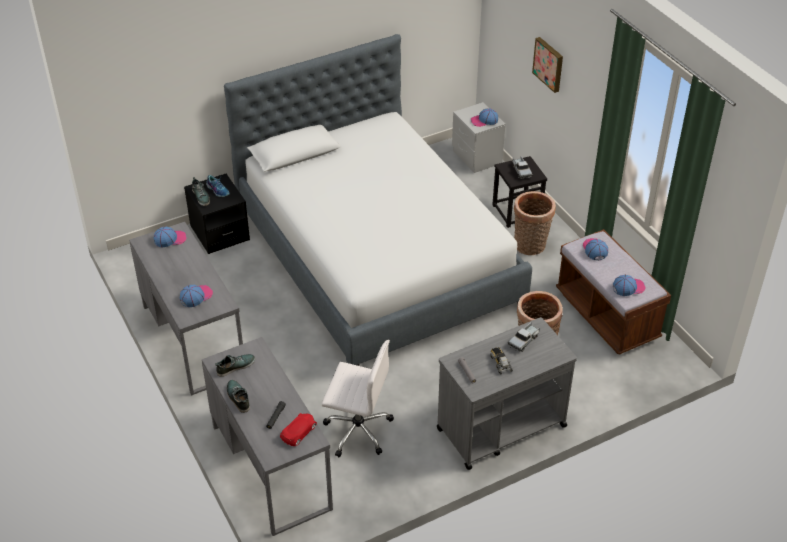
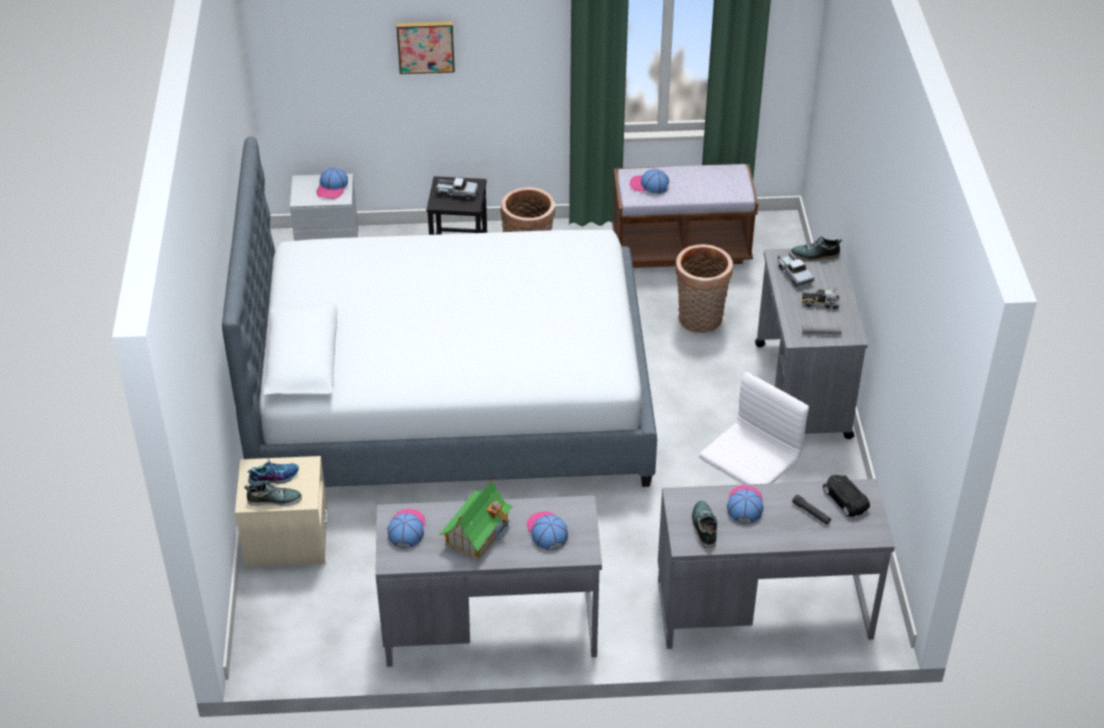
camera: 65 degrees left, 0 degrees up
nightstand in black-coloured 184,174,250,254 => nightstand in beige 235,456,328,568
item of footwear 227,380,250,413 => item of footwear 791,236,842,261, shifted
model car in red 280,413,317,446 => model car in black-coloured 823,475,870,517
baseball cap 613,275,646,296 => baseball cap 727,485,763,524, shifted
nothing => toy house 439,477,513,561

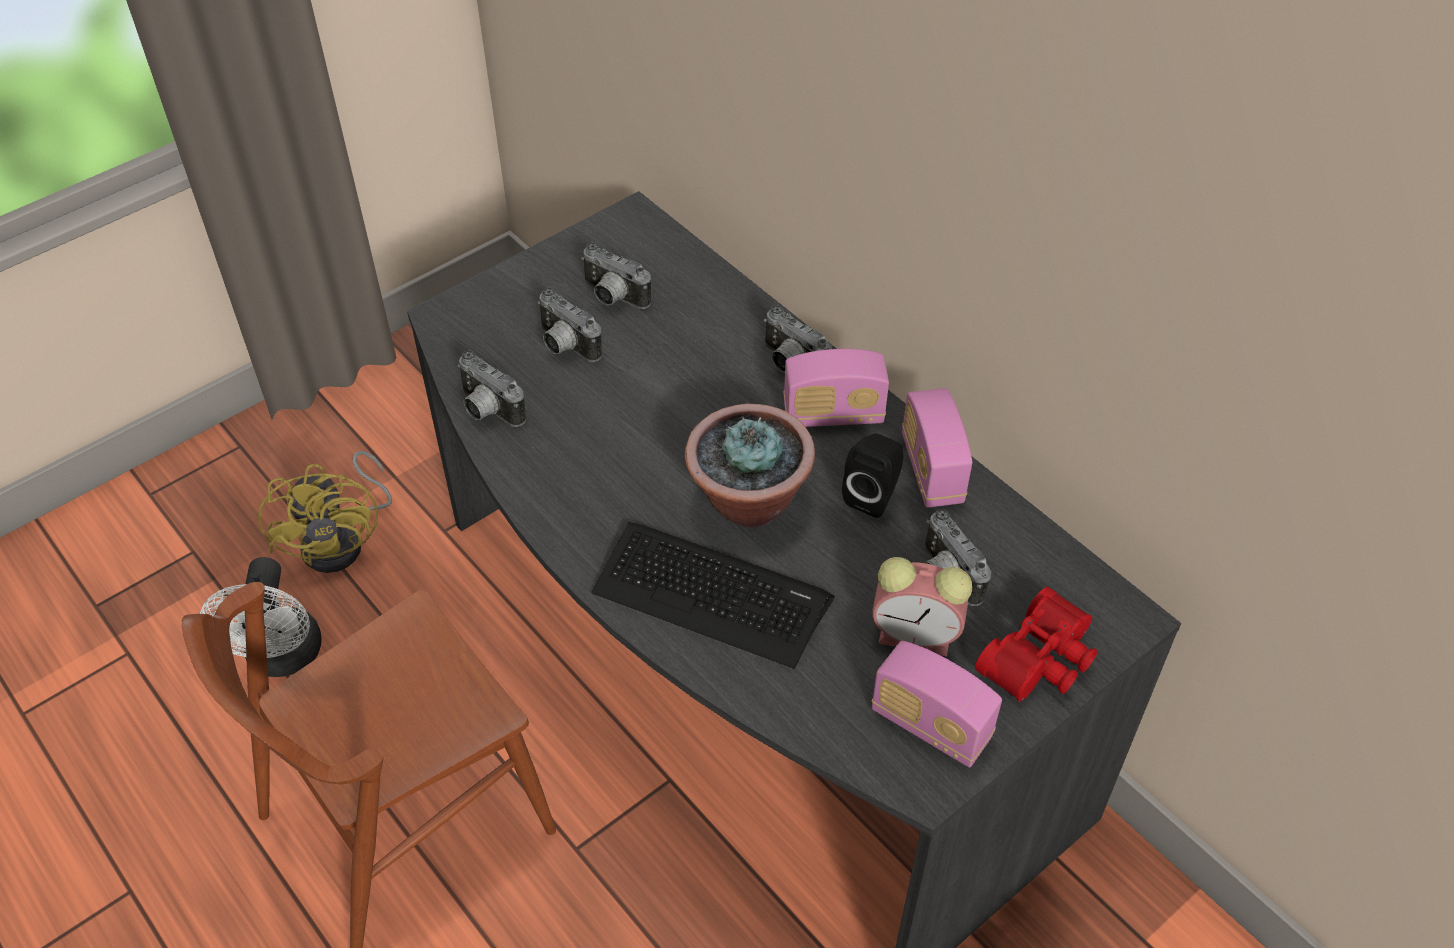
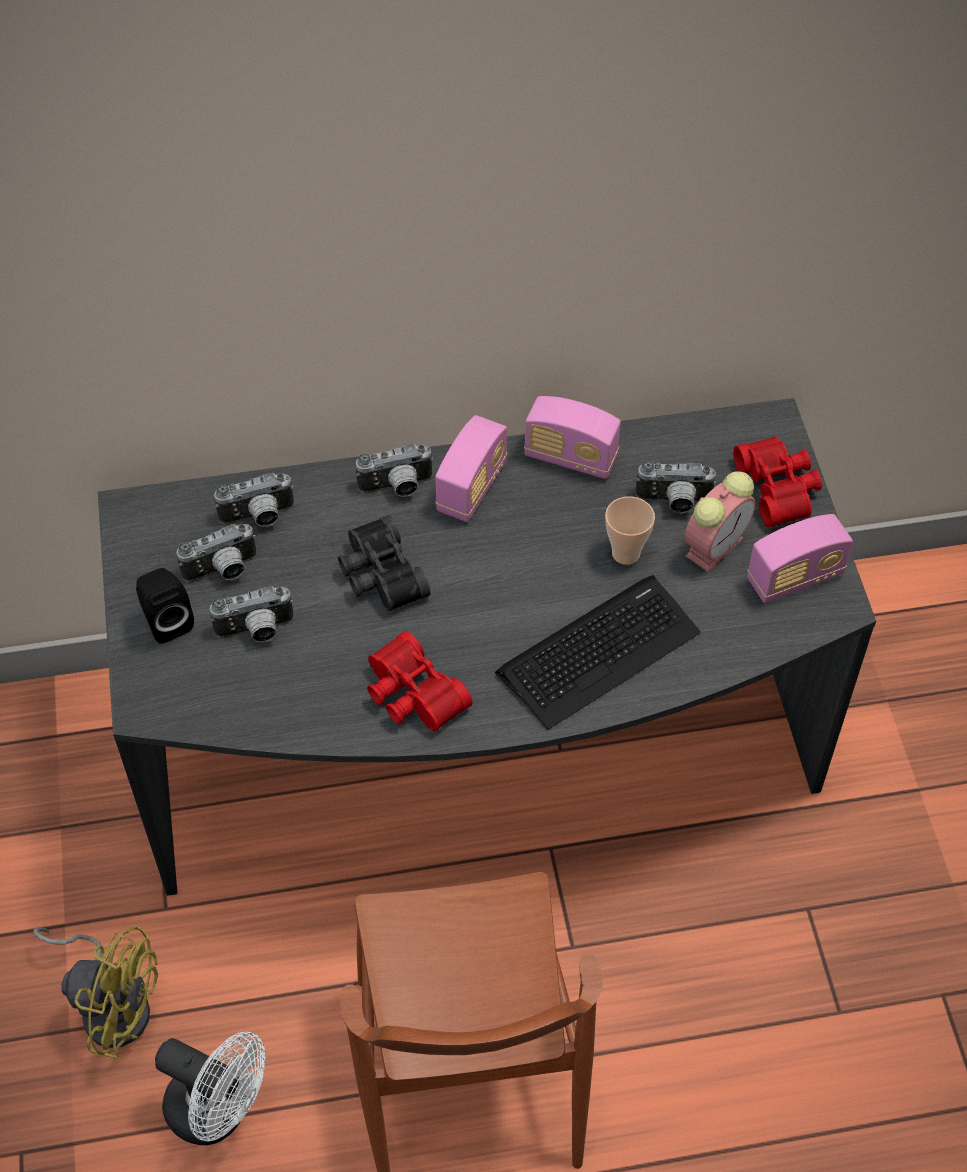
camera: 60 degrees left, 5 degrees up
still camera 457,350,526,427 => still camera 214,472,294,527, shifted
potted plant 685,404,815,527 => nothing
speaker in black-coloured 842,434,903,518 => speaker in black-coloured 136,568,194,644, shifted
nothing => binoculars in black-coloured 338,515,431,612
nothing => binoculars in red 367,631,473,732
nothing => small cup 605,496,655,565

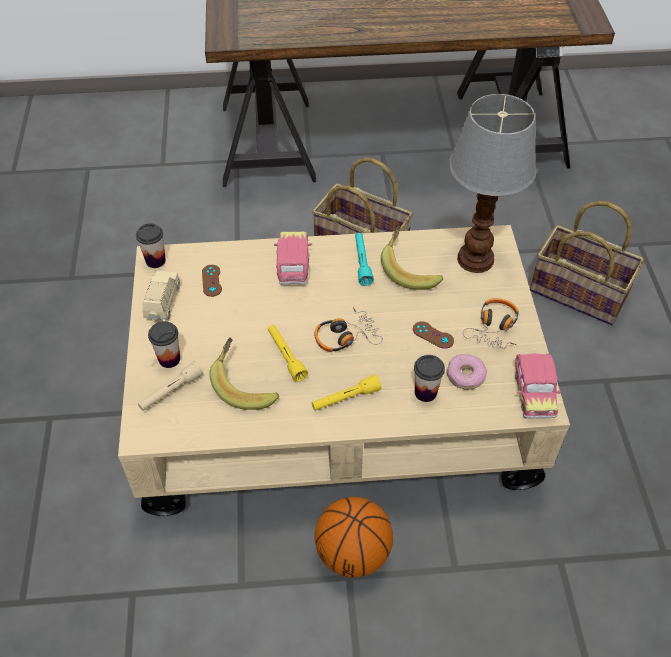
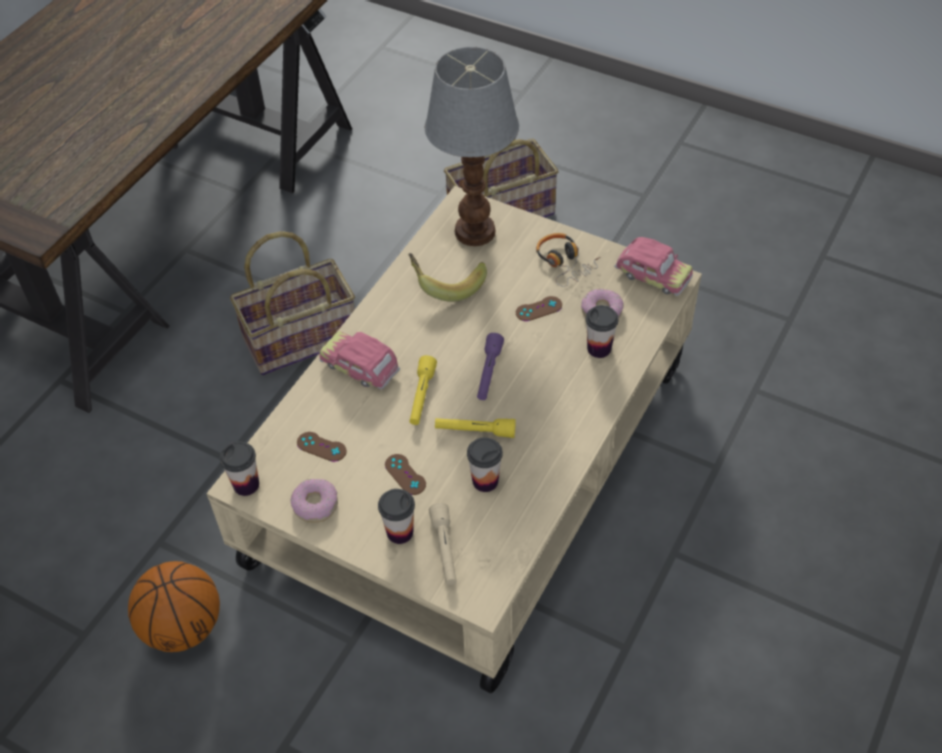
camera: 55 degrees left, 0 degrees up
model car in beige 142,271,180,320 => doughnut 291,479,338,523
banana fruit 209,337,279,410 => small cup 467,437,503,492
hand torch in yellow-coloured 312,374,381,411 => hand torch in yellow-coloured 409,355,437,425, shifted
headphones 314,307,383,352 => hand torch in purplish 477,333,504,400
ball for basketball 315,497,393,578 => ball for basketball 128,561,220,652, shifted
hand torch in turquoise-coloured 355,233,374,286 => nothing
nothing => gamepad in brown-coloured 385,454,426,495

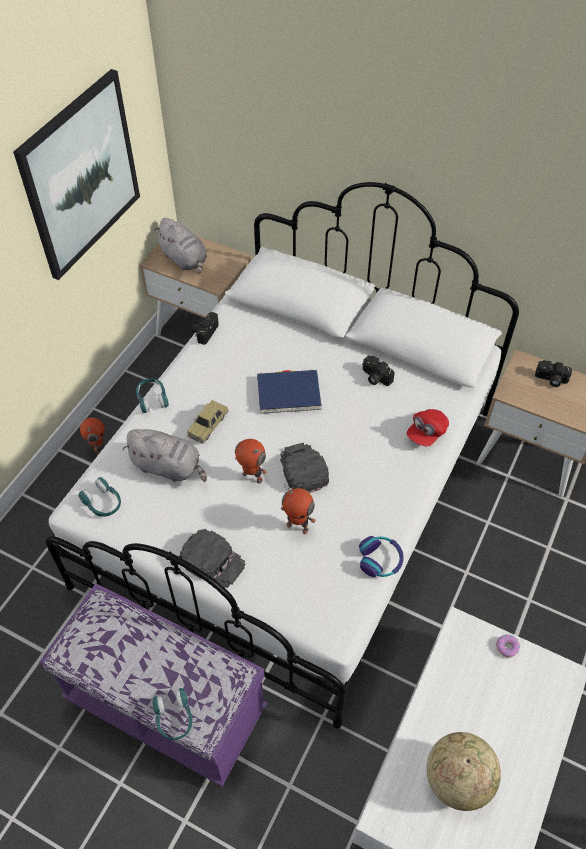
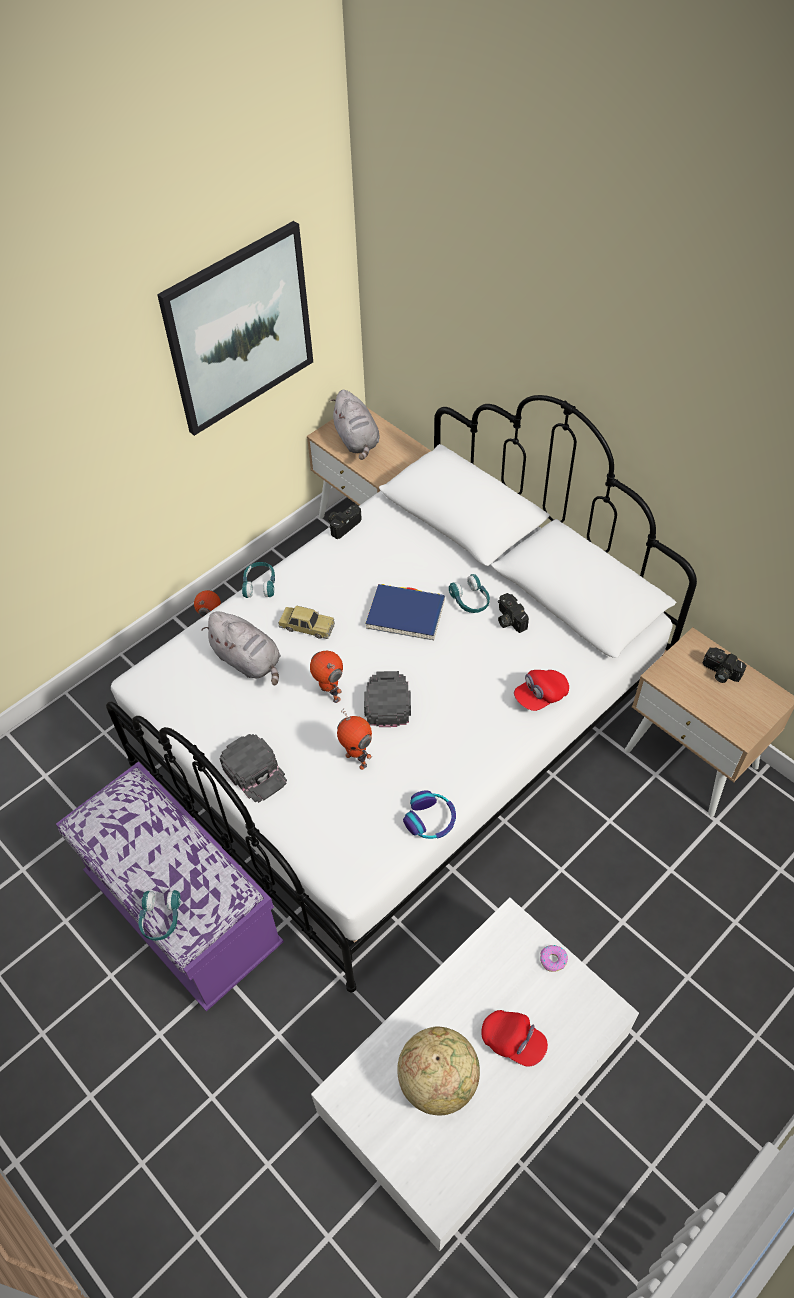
camera: 20 degrees right, 0 degrees up
headphones in turquoise-coloured 78,477,121,517 => headphones in turquoise-coloured 449,574,490,613, shifted
model car 187,400,228,444 => model car 278,605,335,639, 120 degrees counterclockwise
nothing => baseball cap in red 481,1010,548,1067

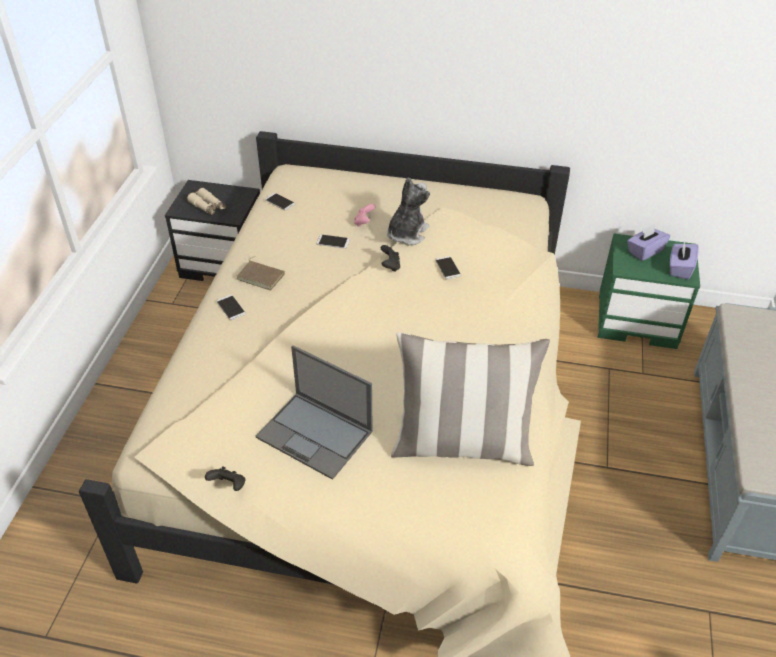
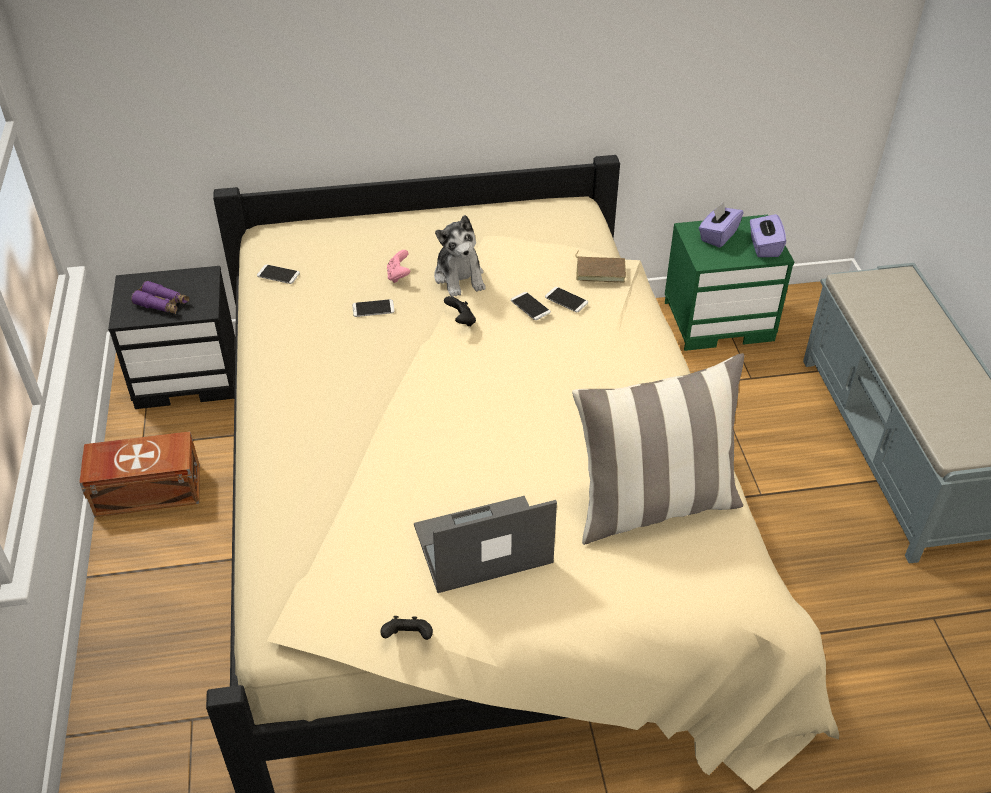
camera: 20 degrees left, 0 degrees up
binoculars in beige 187,188,226,215 => binoculars in purplish 131,281,189,314
phone 217,295,246,320 => phone 545,287,588,312, shifted
book in brown-coloured 237,256,285,291 => book in brown-coloured 576,250,626,283, shifted
laptop 256,345,373,480 => laptop 414,496,557,593, 150 degrees clockwise
soft toy 387,177,430,245 => soft toy 434,215,485,297, 150 degrees clockwise
nothing => storage box in brown-coloured 79,431,200,517

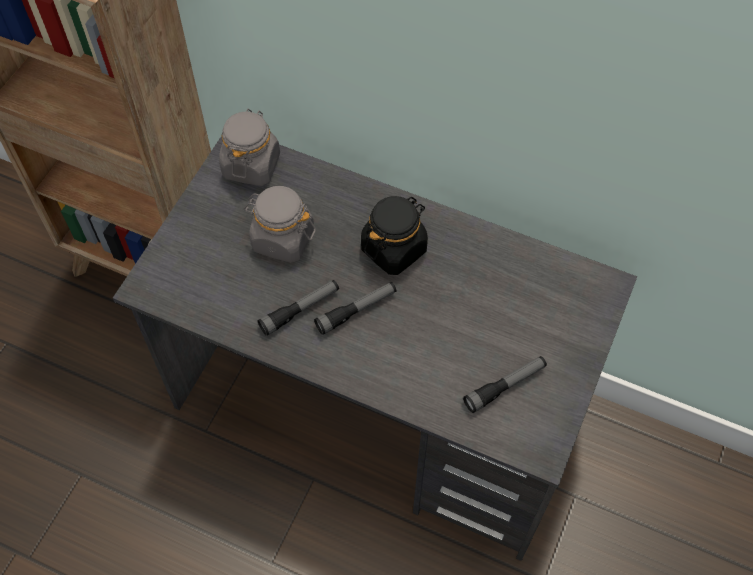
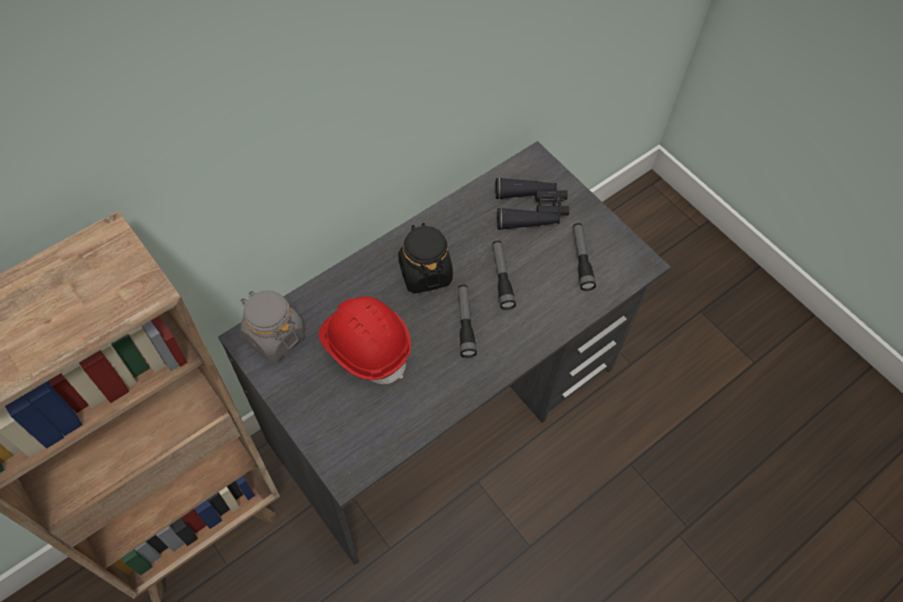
camera: 65 degrees left, 0 degrees up
storage jar in greyish 243,186,316,263 => work helmet in red 319,296,411,384
hand torch 257,280,339,336 => hand torch 492,240,516,310, shifted
nothing => binoculars in black-coloured 495,178,569,230

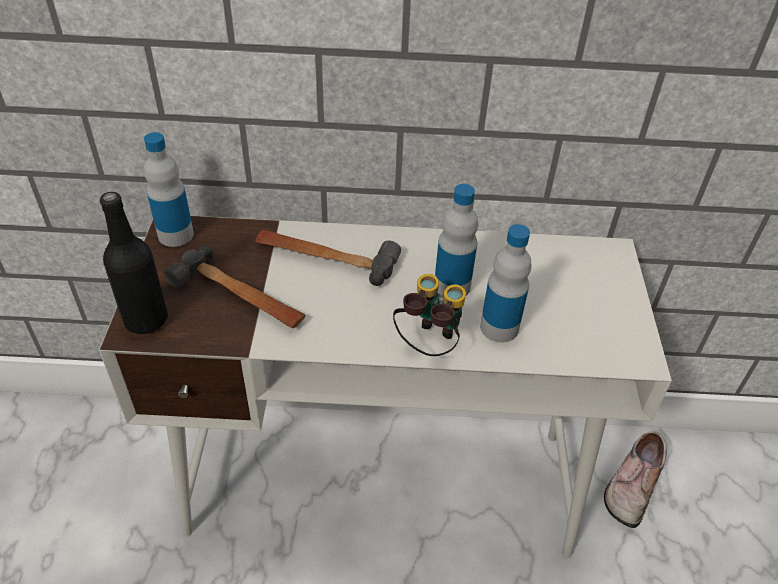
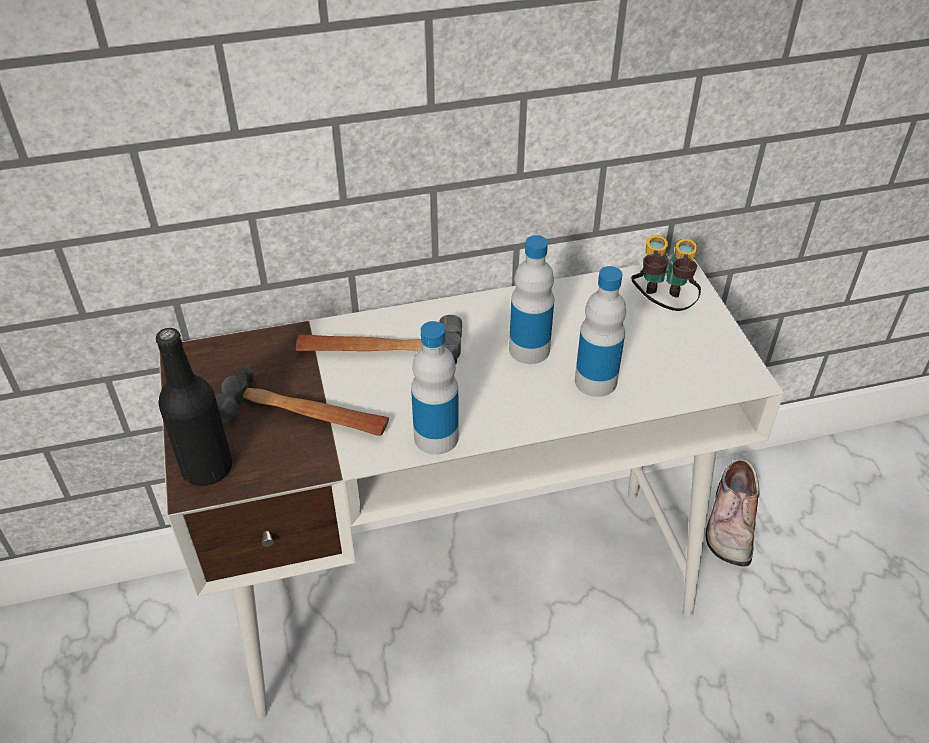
camera: 15 degrees left, 0 degrees up
beverage bottle 144,132,194,247 => beverage bottle 411,321,459,455, shifted
binoculars 393,274,466,356 => binoculars 631,235,701,311, shifted

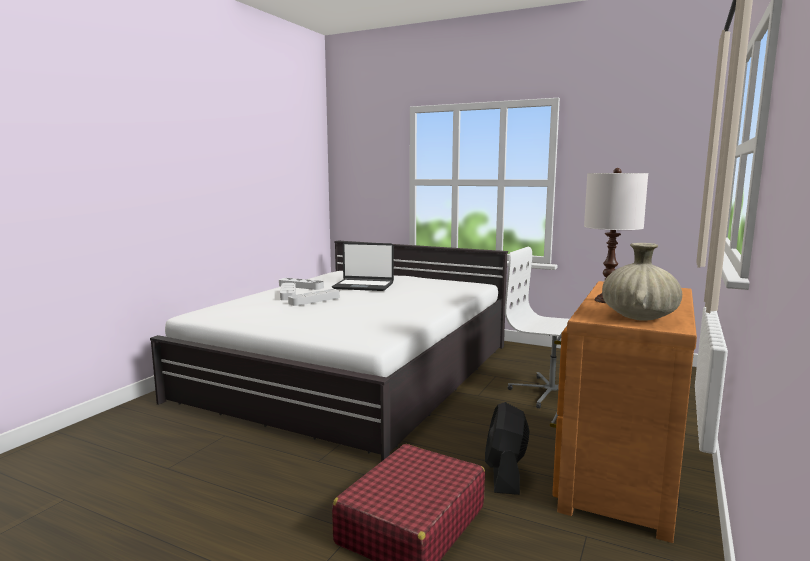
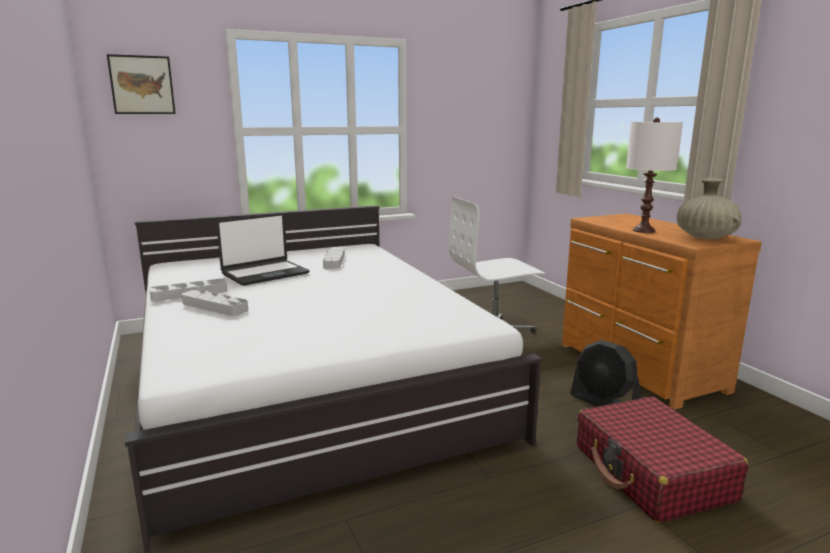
camera: 50 degrees left, 5 degrees up
serving tray in greyish 288,289,340,306 => serving tray in greyish 323,247,345,269, shifted
nothing => picture 107,54,176,114

